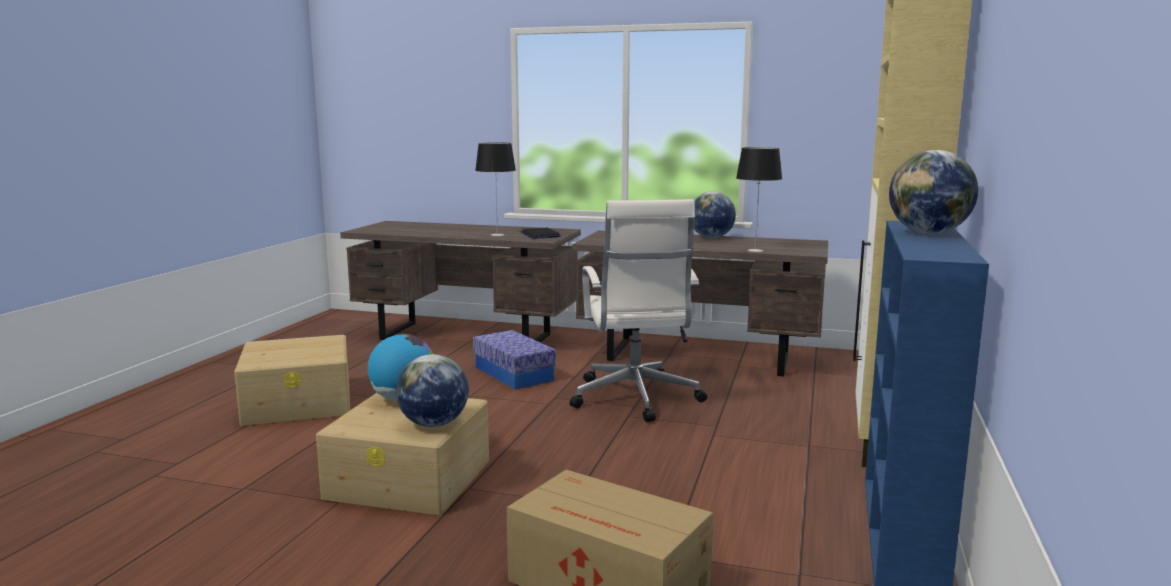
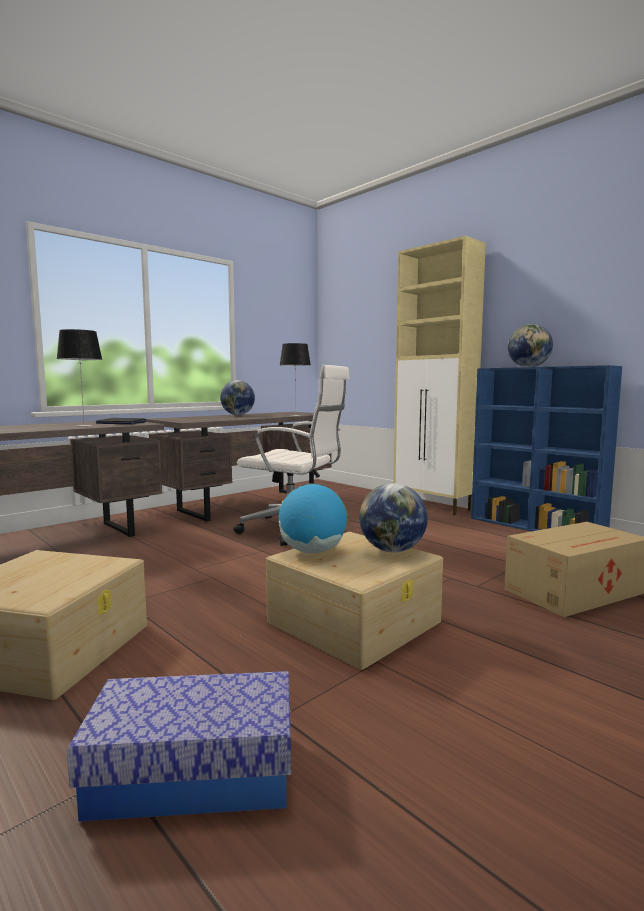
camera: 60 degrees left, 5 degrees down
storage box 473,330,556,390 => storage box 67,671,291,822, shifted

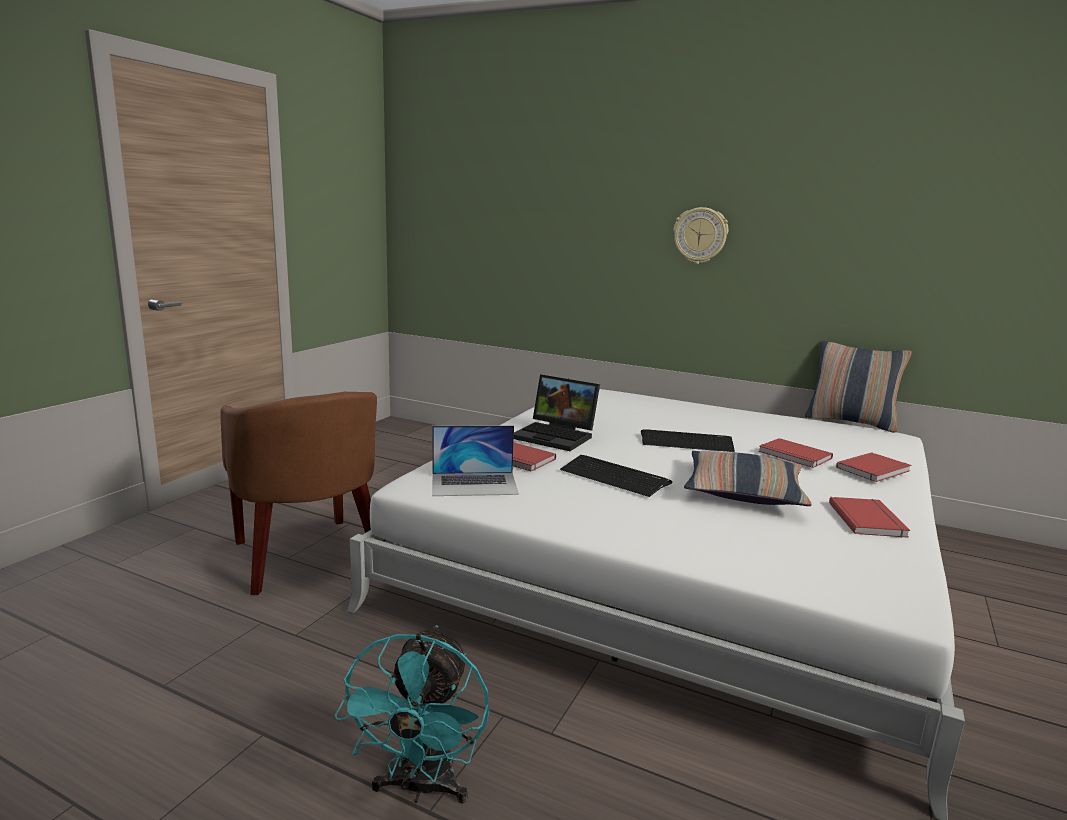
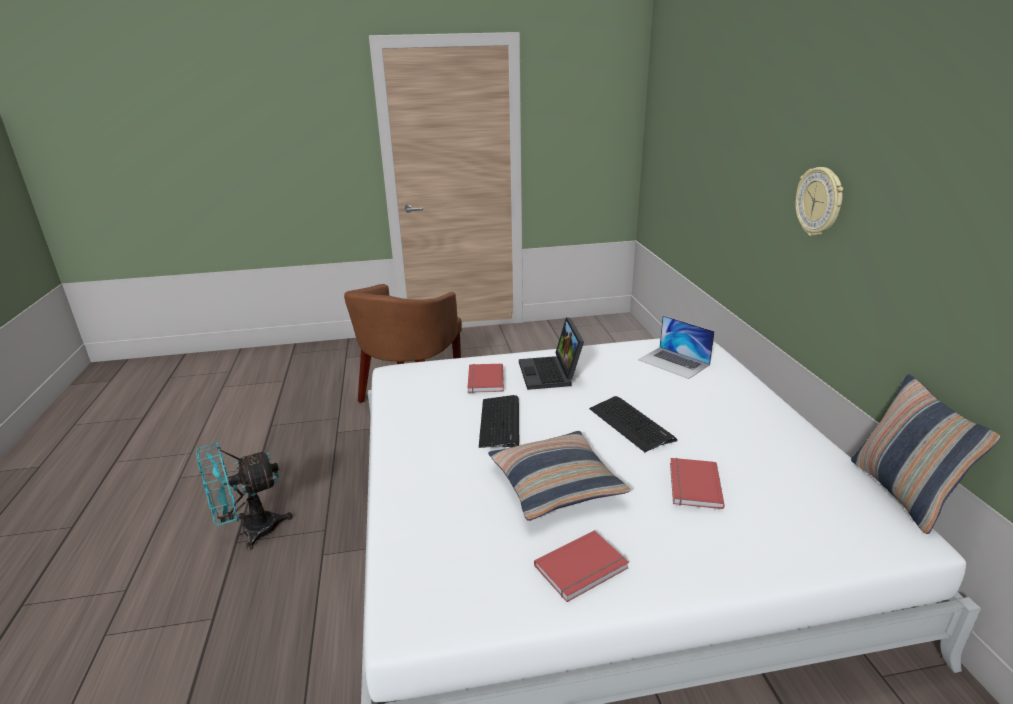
camera: 55 degrees right, 10 degrees up
laptop 432,425,519,496 => laptop 638,315,715,379, shifted
book in red 836,452,911,482 => nothing

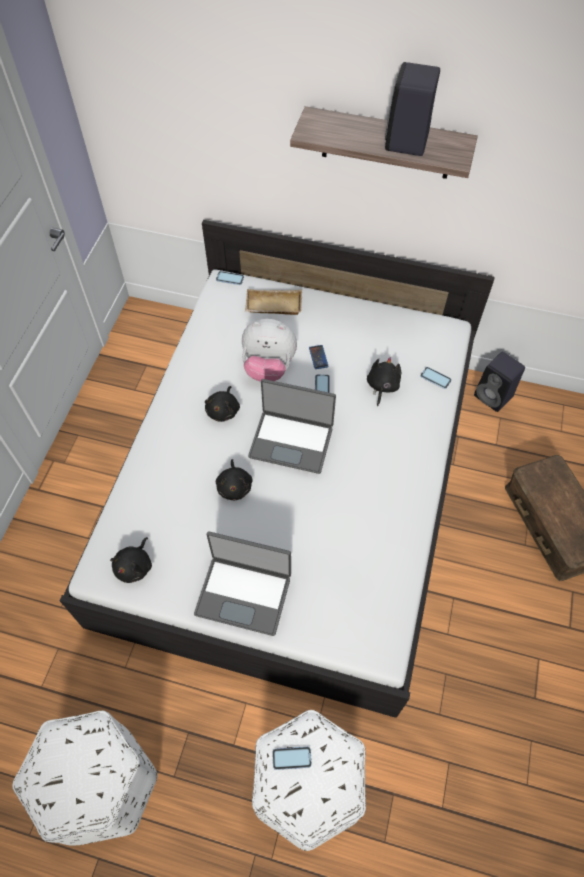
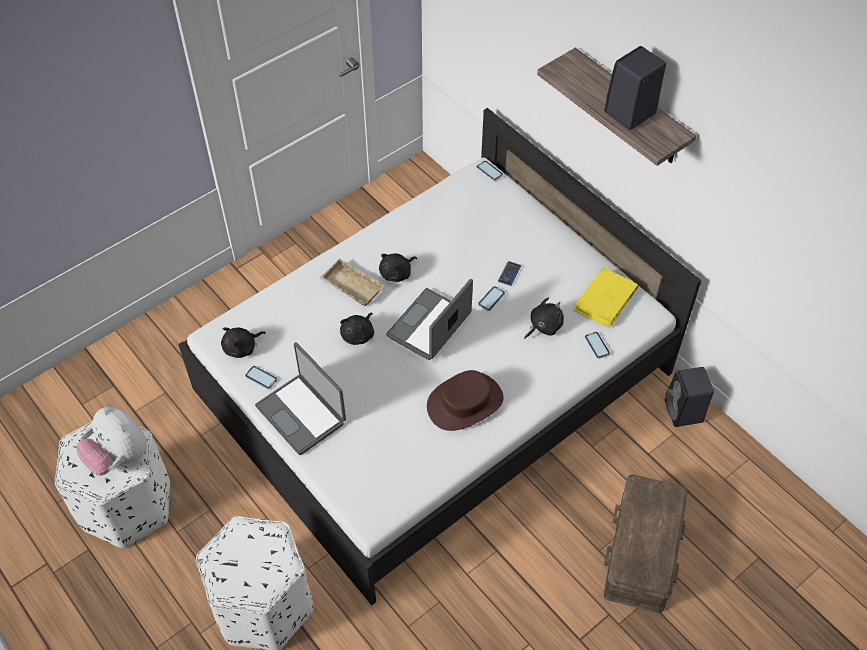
camera: 35 degrees right, 5 degrees down
soft toy 242,319,297,382 => soft toy 76,406,147,476, shifted
serving tray in beige 245,289,302,315 => serving tray in beige 320,258,384,306, shifted
laptop 248,379,336,474 => laptop 386,279,473,360, 75 degrees clockwise
phone 272,747,312,770 => phone 245,366,277,389, shifted
nothing => clothing hat in brown-coloured 427,370,504,431
nothing => book in yellow-coloured 573,267,639,328

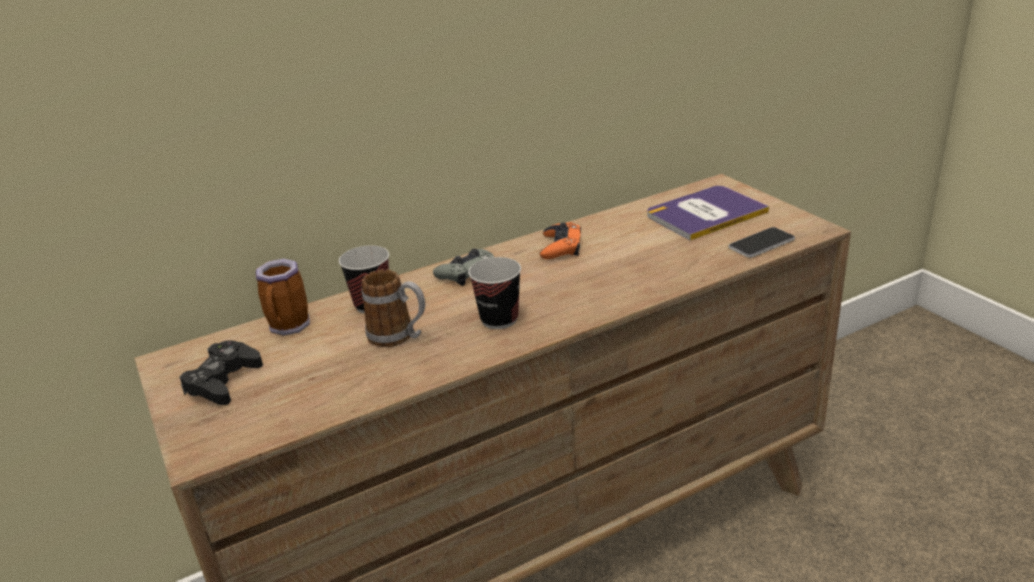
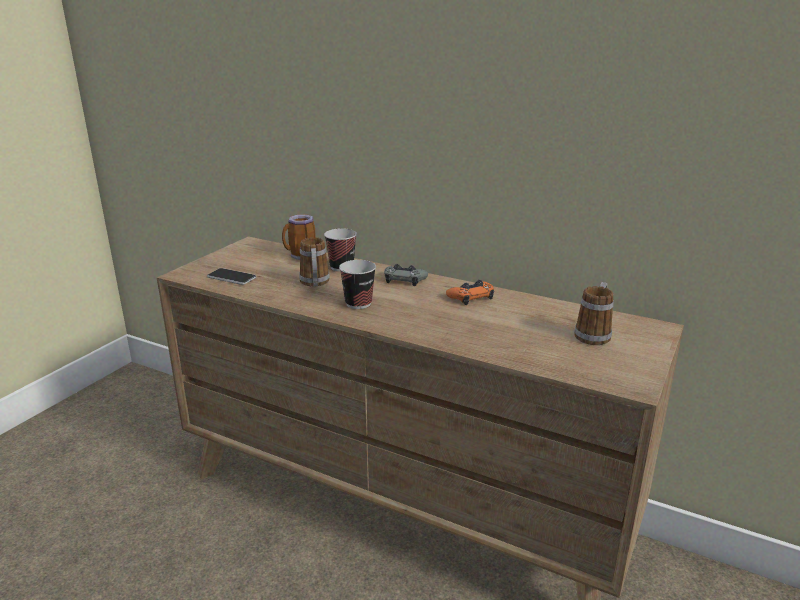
camera: 55 degrees right, 5 degrees down
gamepad in black-coloured 180,340,263,405 => nothing
book 647,186,769,240 => coffee mug 574,282,614,345
phone 729,227,795,258 => phone 207,268,256,285, shifted

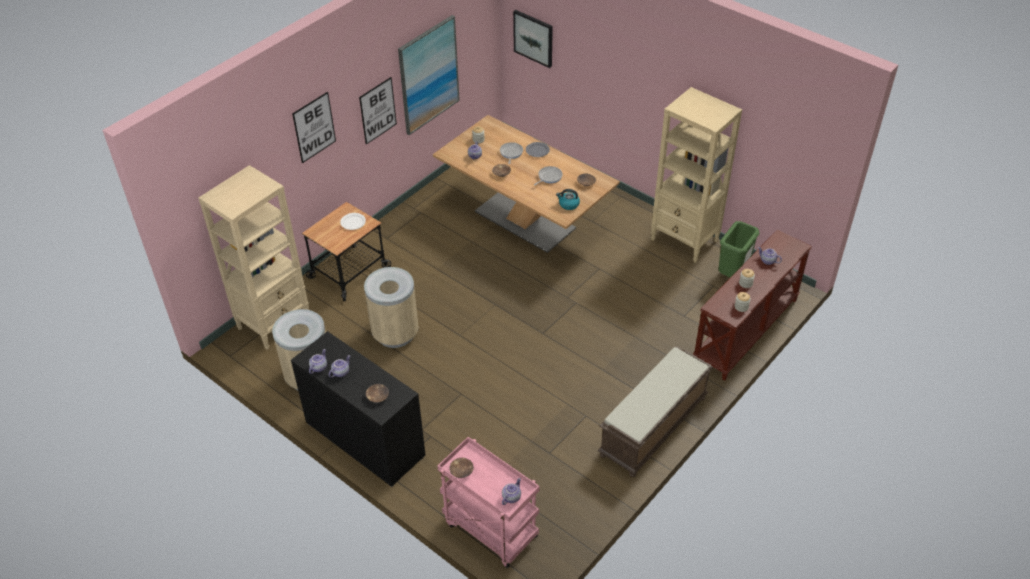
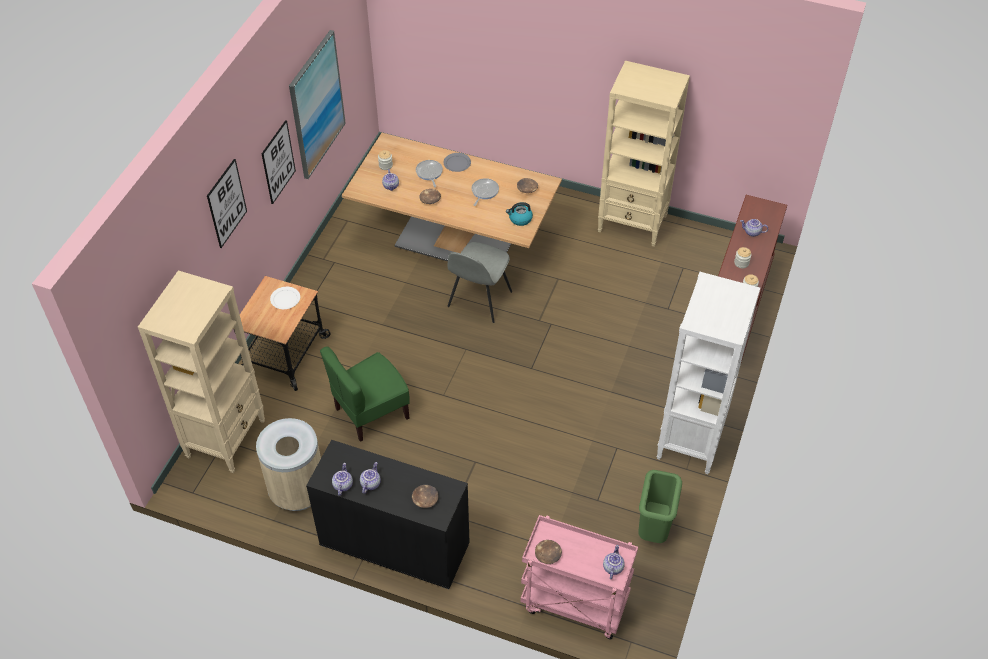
camera: 20 degrees left, 5 degrees up
waste bin in beige 364,267,419,348 => chair in green 320,347,410,442
picture 513,10,553,68 => nothing
bench in brown-coloured 597,346,713,477 => bookcase in white 657,272,760,474
waste bin in green 719,221,759,278 => waste bin in green 638,470,682,543, shifted
nothing => chair in greyish 447,242,512,323

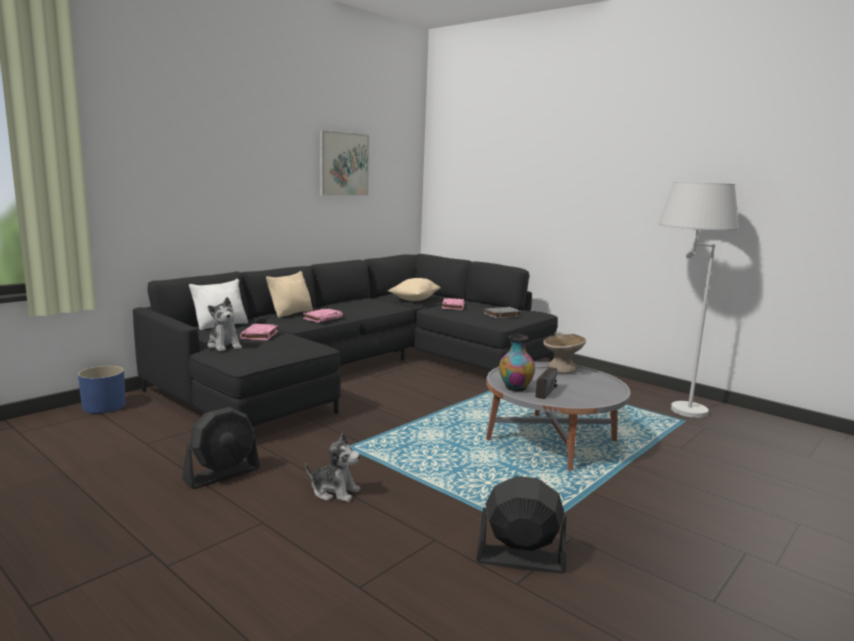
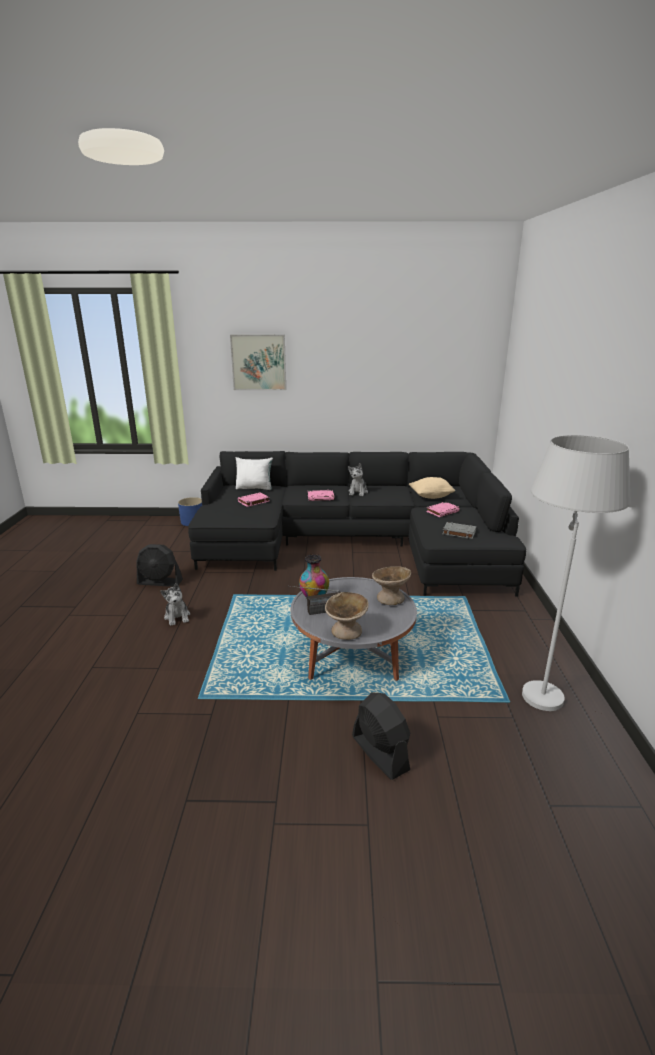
camera: 50 degrees right, 10 degrees up
soft toy 207,297,242,351 => soft toy 348,463,368,496, shifted
cushion in beige 266,271,313,318 => nothing
picture 320,130,369,196 => picture 230,335,286,390, shifted
electric fan in black-coloured 476,476,567,573 => electric fan in black-coloured 352,693,410,780, shifted
nothing => bowl in beige 325,592,369,640

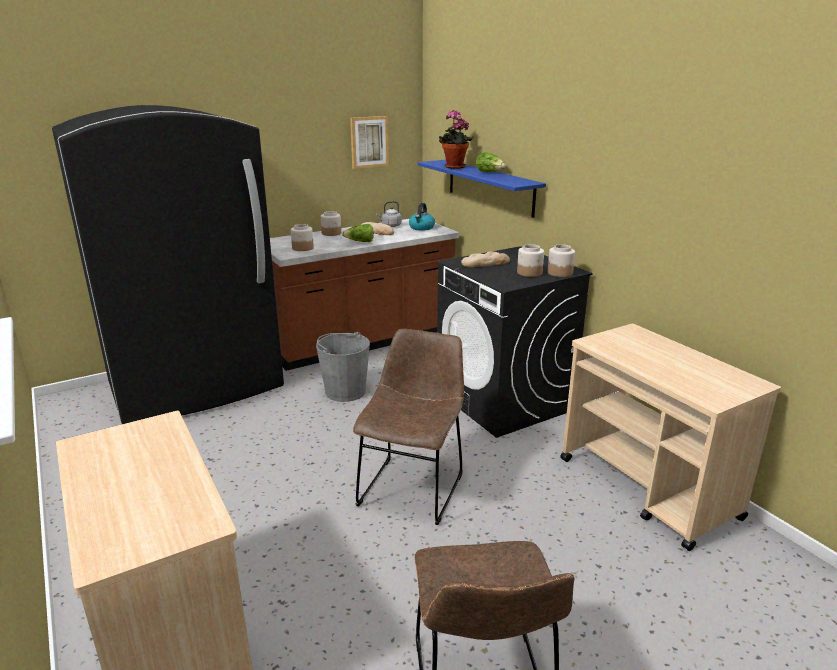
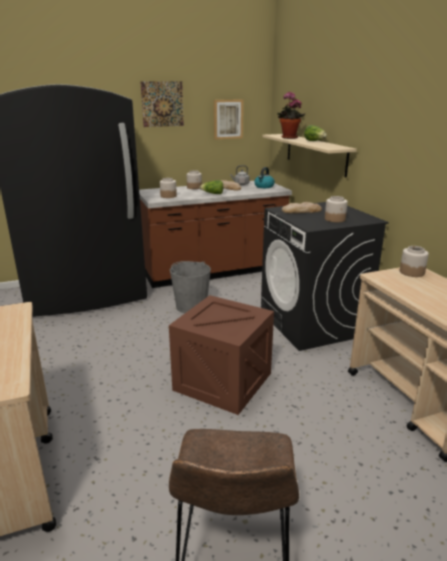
camera: 10 degrees right, 0 degrees up
chair in brown-coloured 353,329,464,525 => shipping crate 169,295,274,415
shelf in blue 417,160,546,218 => shelf in beige 263,134,357,177
storage jar 547,244,575,277 => storage jar 400,246,429,277, shifted
nothing => picture 140,81,184,127

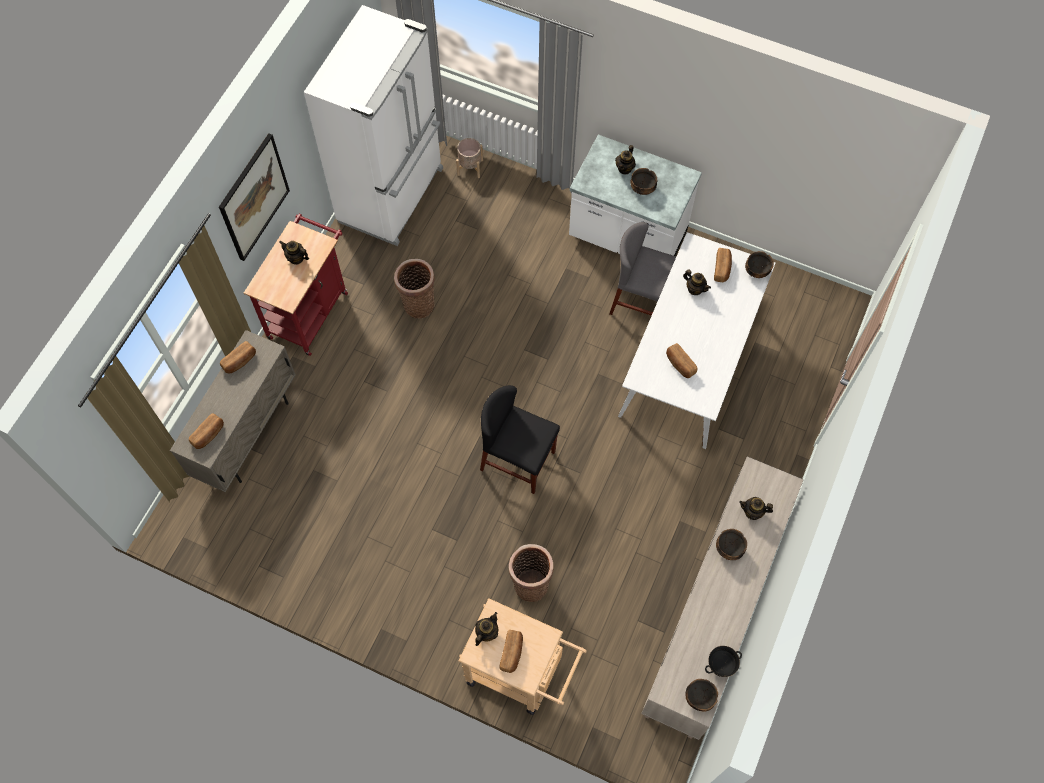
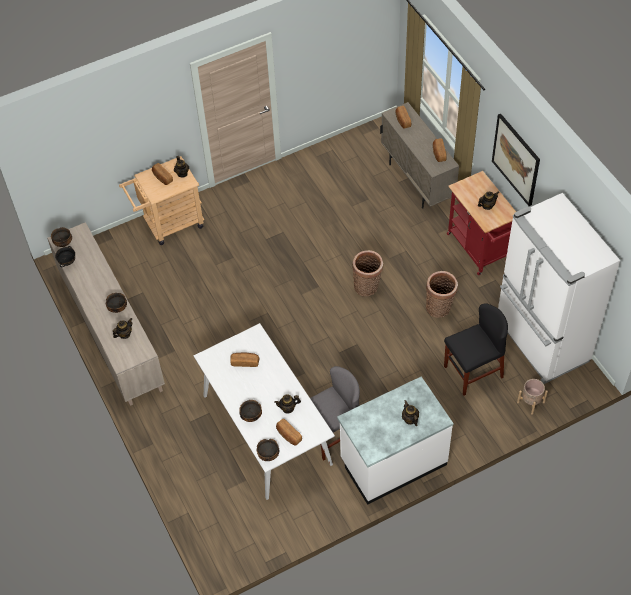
camera: 130 degrees right, 10 degrees down
chair in black-coloured 480,385,560,494 => chair in black-coloured 444,303,508,395, shifted
household basket 509,544,554,602 => household basket 352,250,383,296, shifted
bowl 630,168,658,195 => bowl 239,400,262,422, shifted

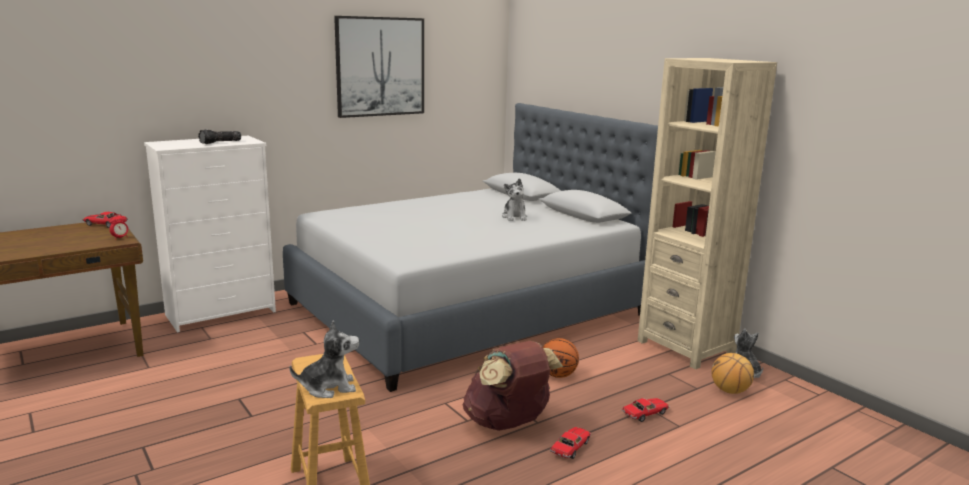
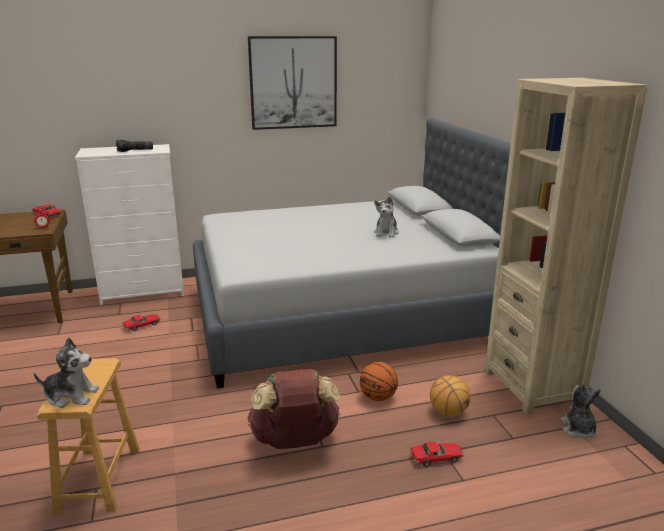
camera: 20 degrees right, 5 degrees up
model car 550,427,591,459 => model car 122,315,161,331, shifted
ball for basketball 711,353,754,394 => ball for basketball 430,375,471,416, shifted

